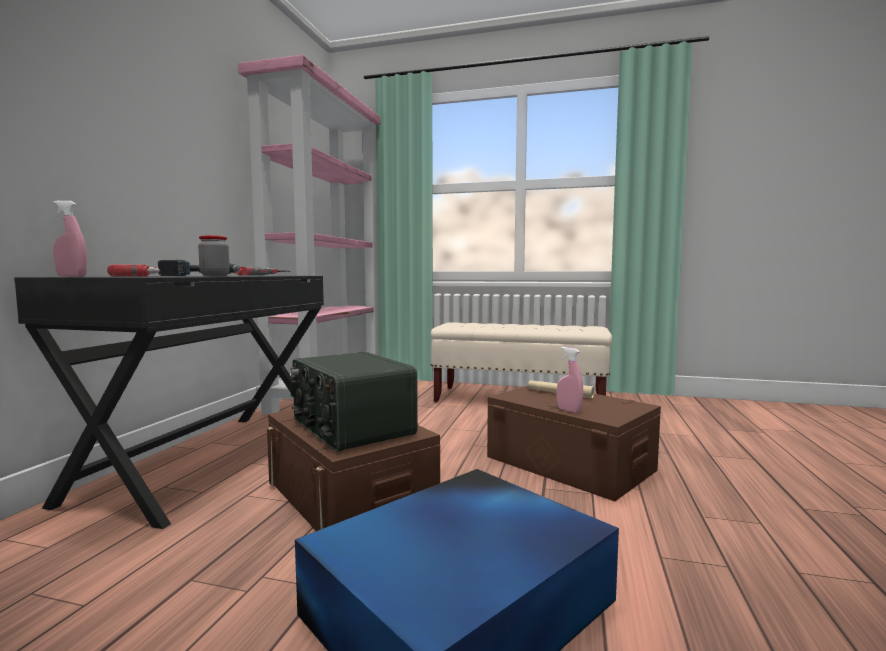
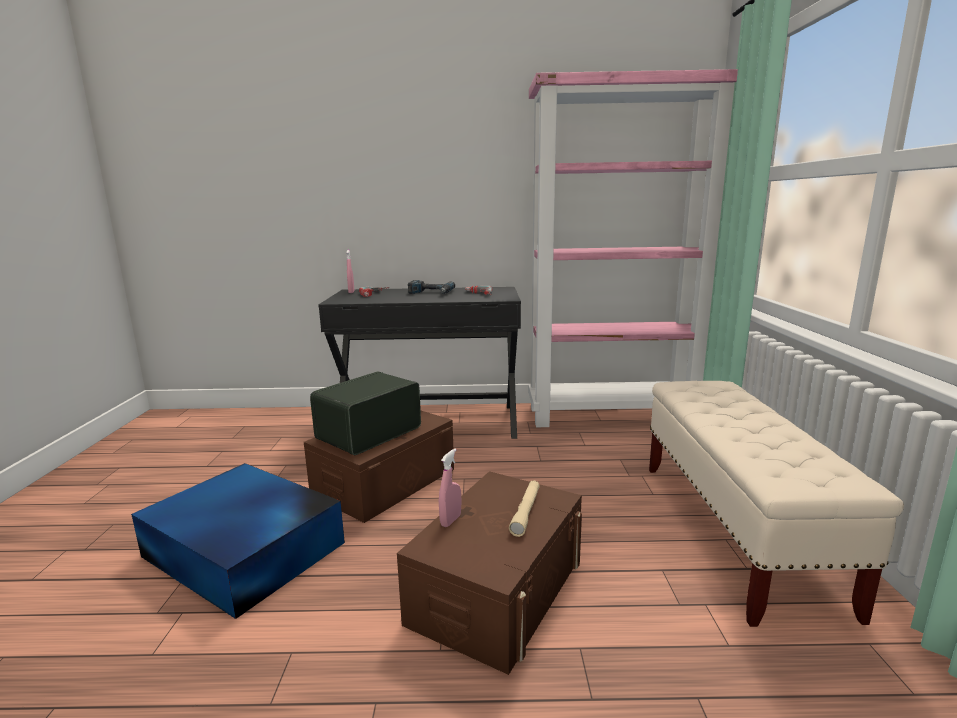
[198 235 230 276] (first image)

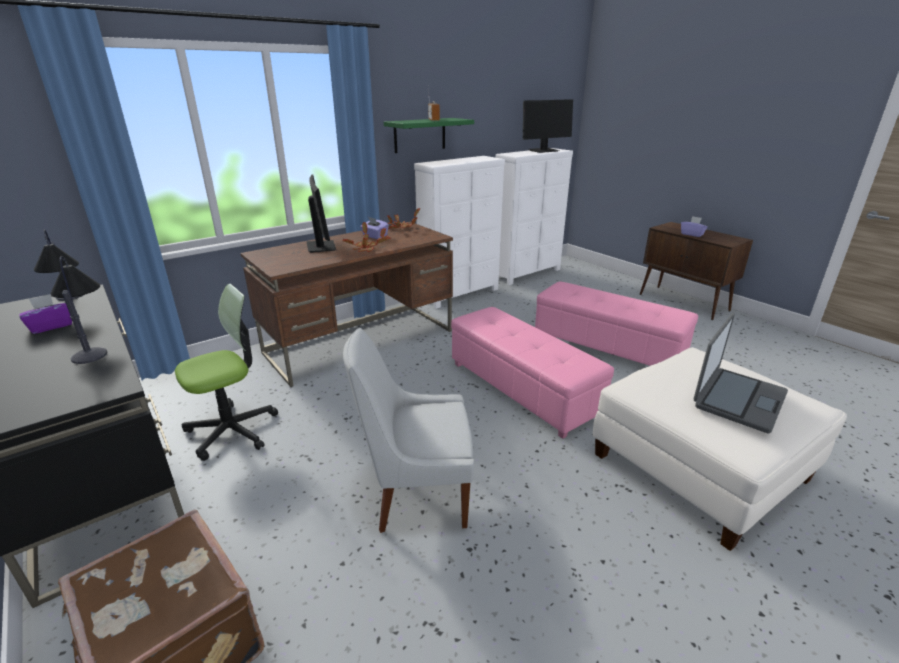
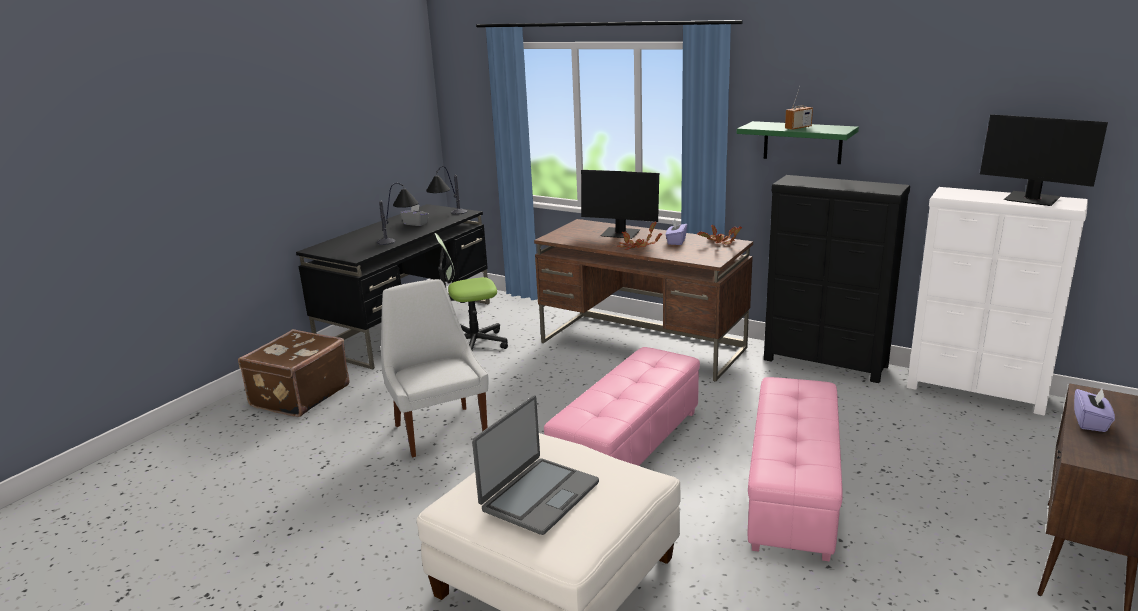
[400 205 429 226]
[434 233 508 350]
[581 170 659 239]
[764 175 910 383]
[472 395 599 535]

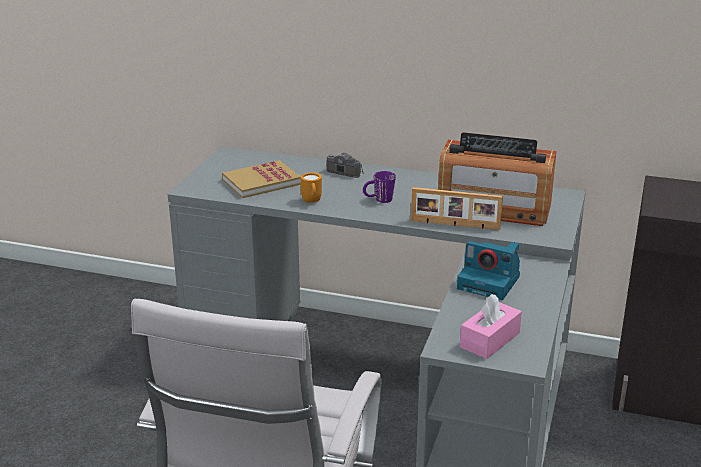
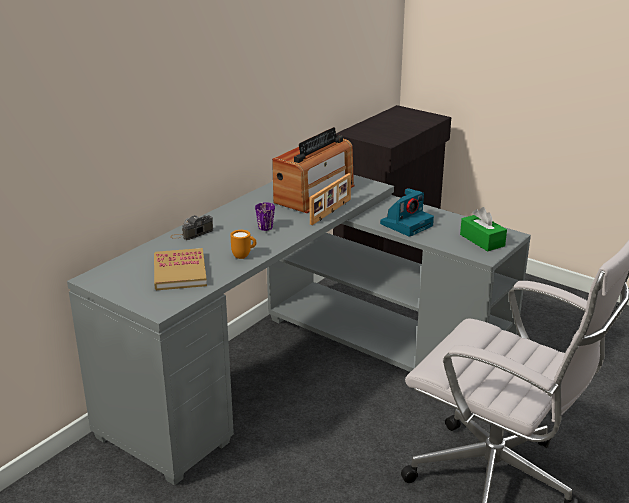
[460 207 507 252]

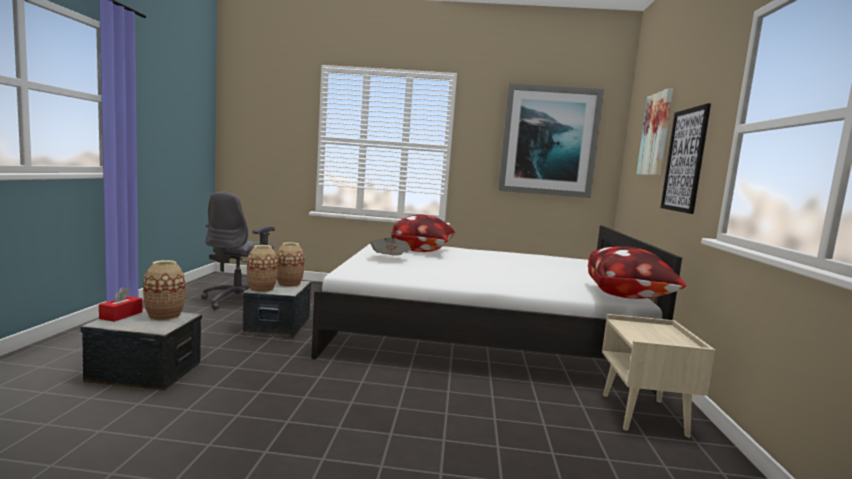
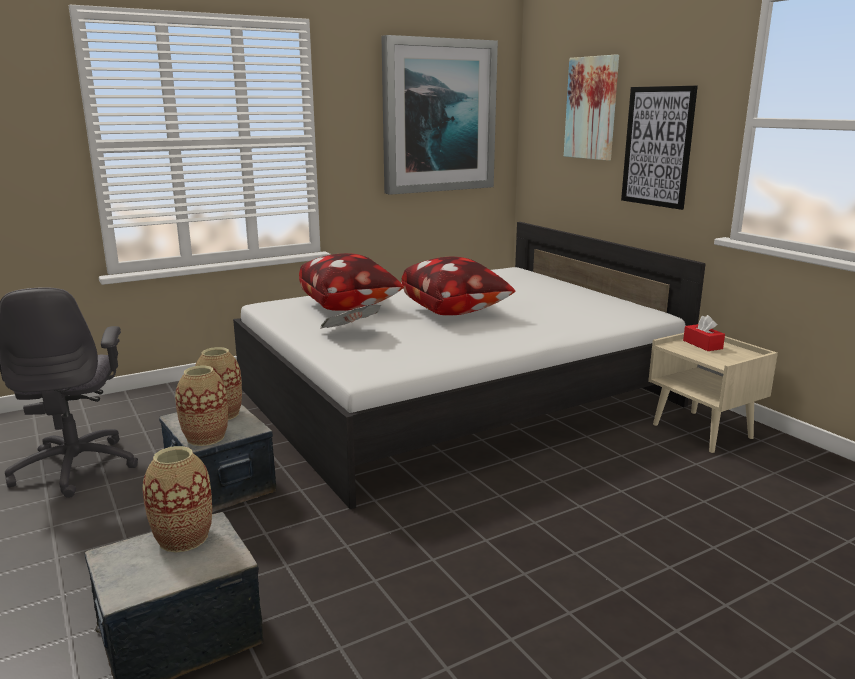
[683 315 725 351]
[402 257 516 316]

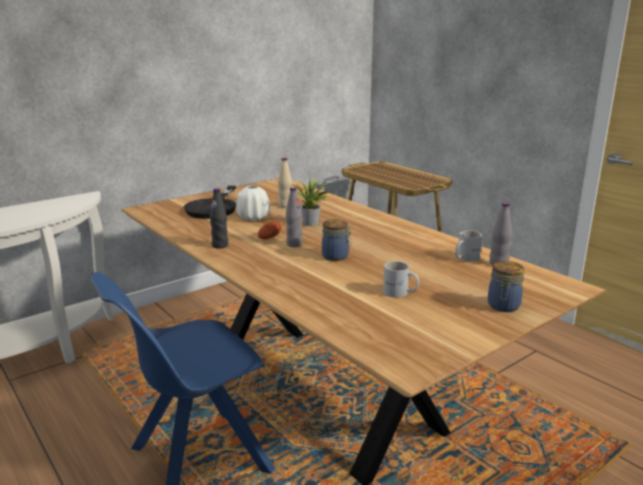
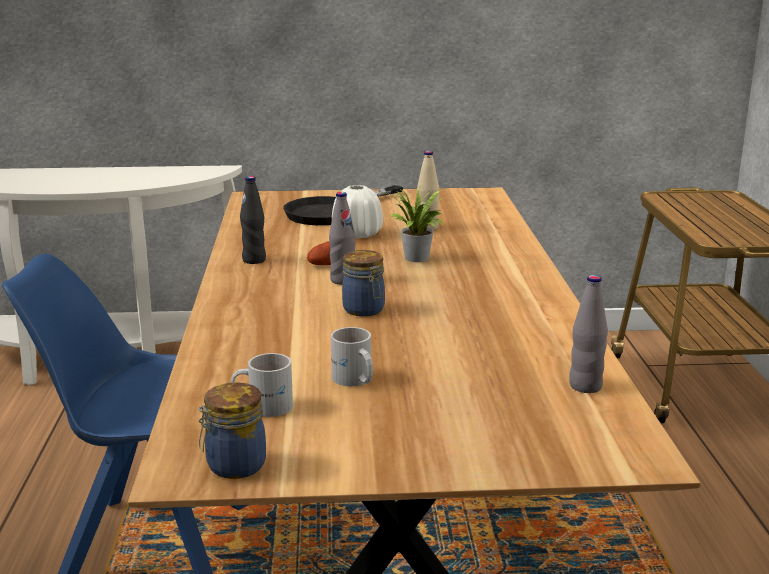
[231 353 293 417]
[198 382 266 479]

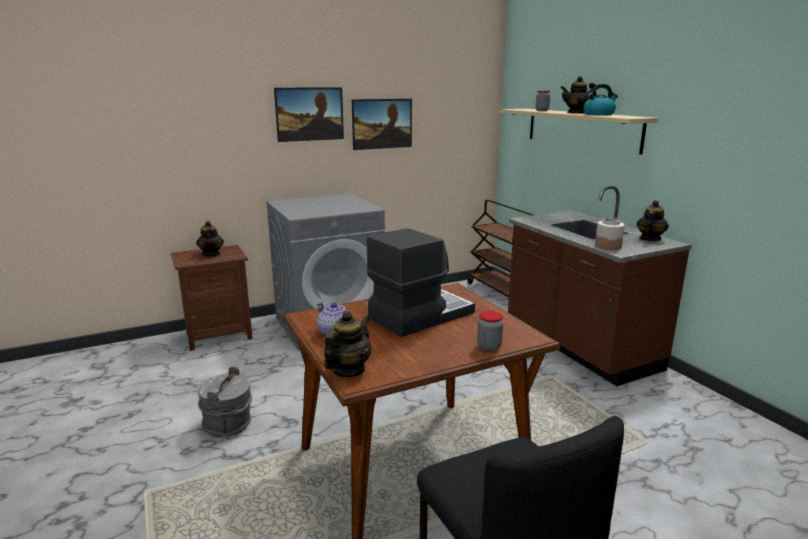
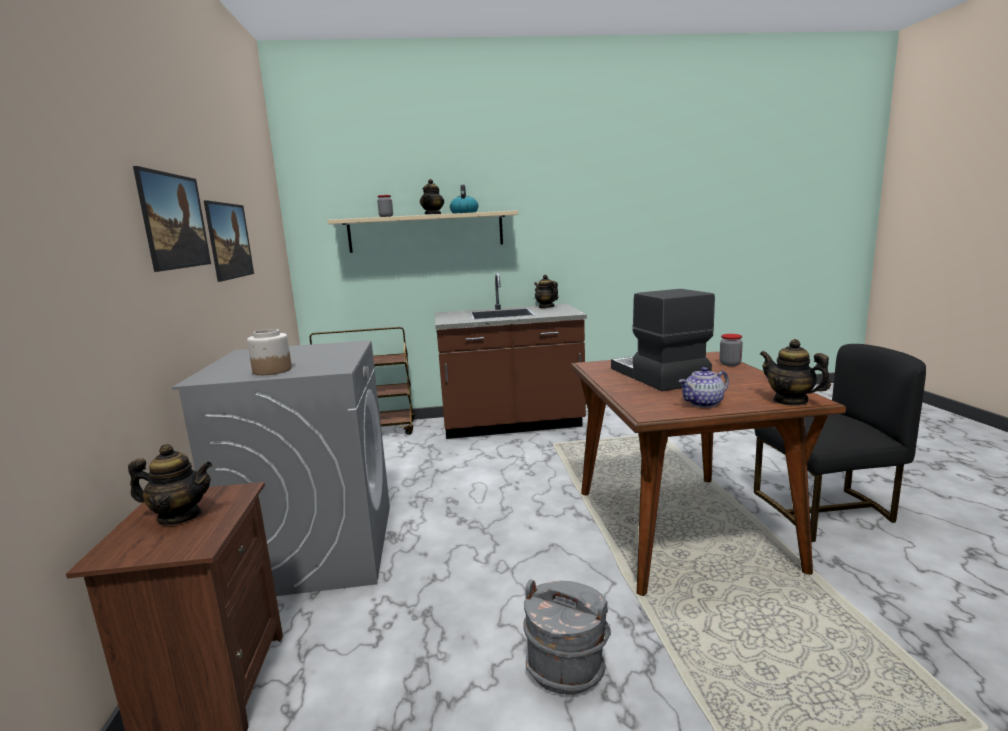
[247 329 292 375]

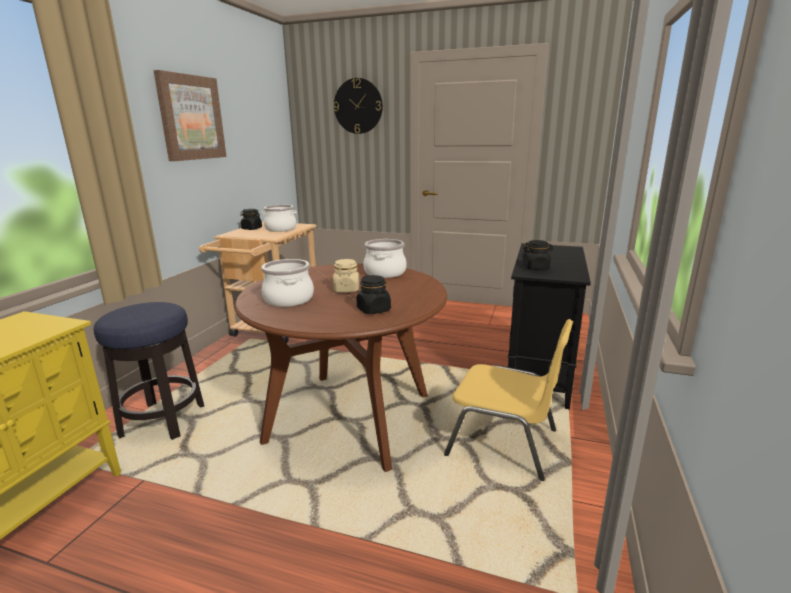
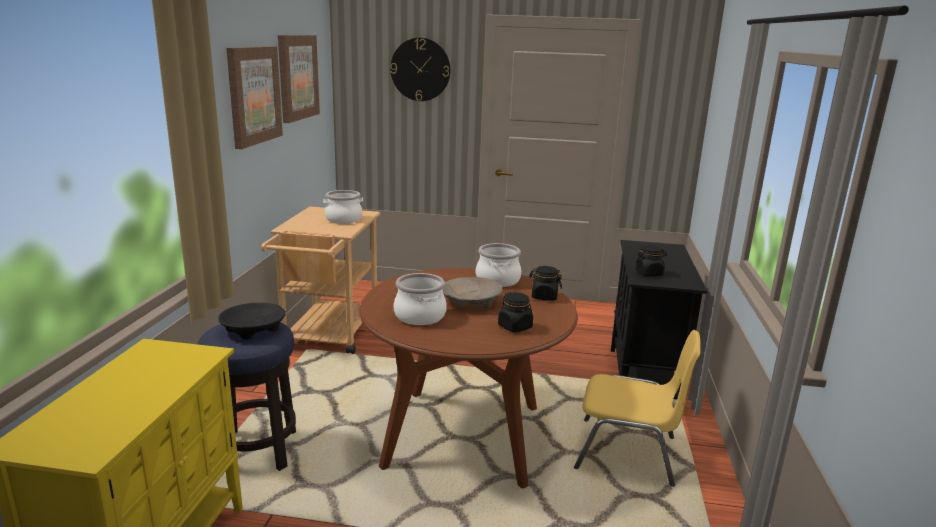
[529 266 562 300]
[443 277 503 309]
[218 303 286 339]
[278 35 320 123]

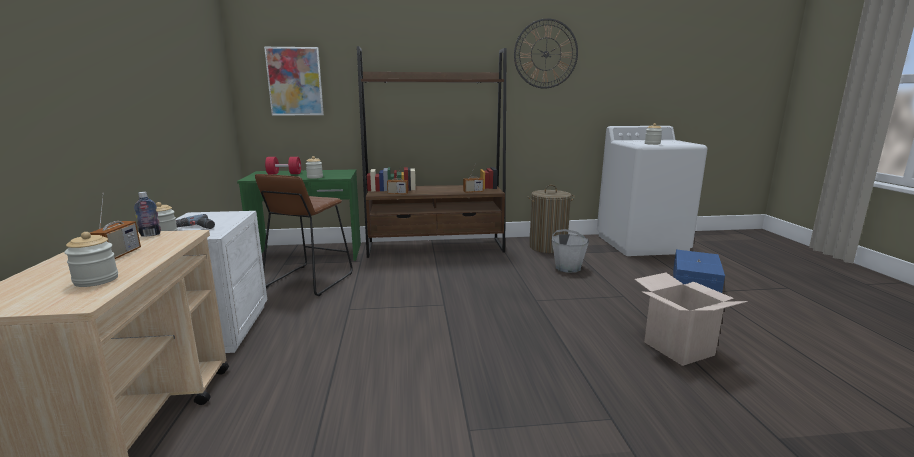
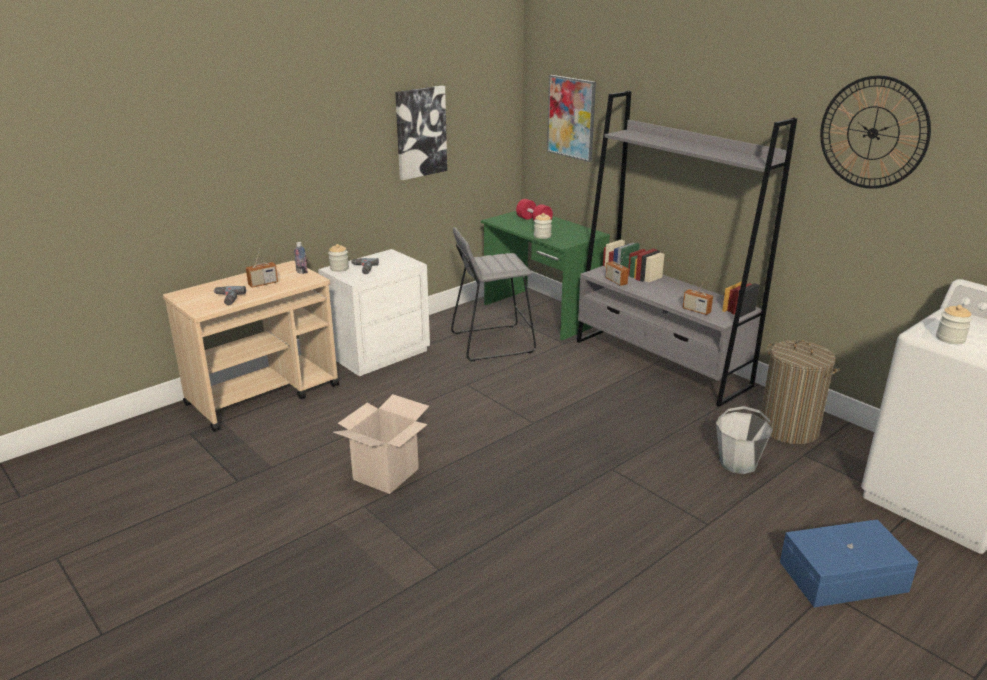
[213 286 246 305]
[451 227 536 361]
[577 90 797 407]
[333 394 429 494]
[395 86 447 180]

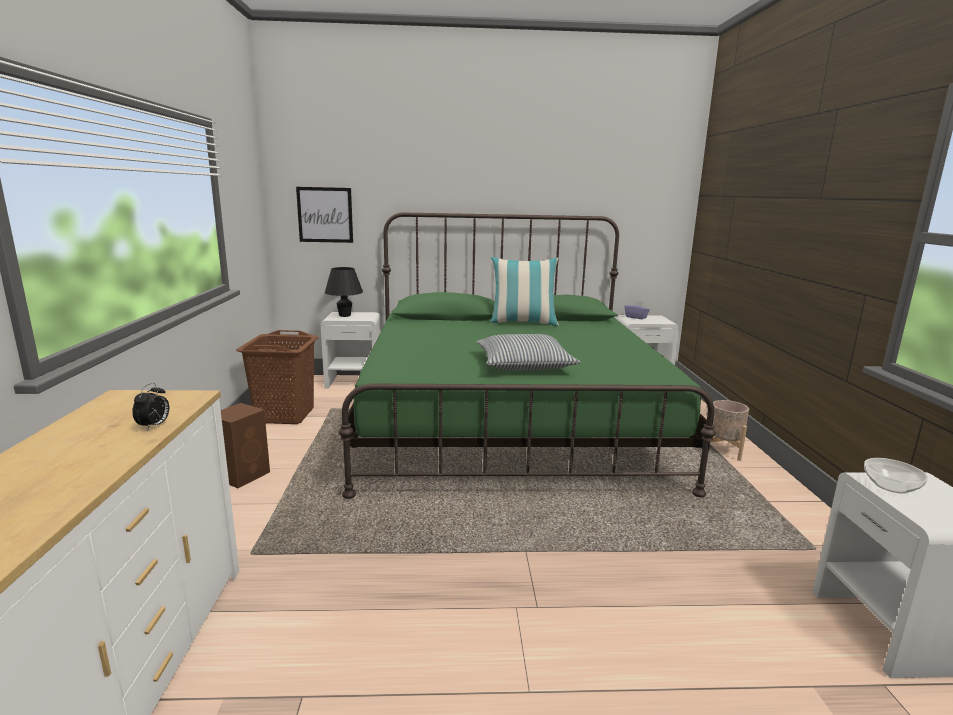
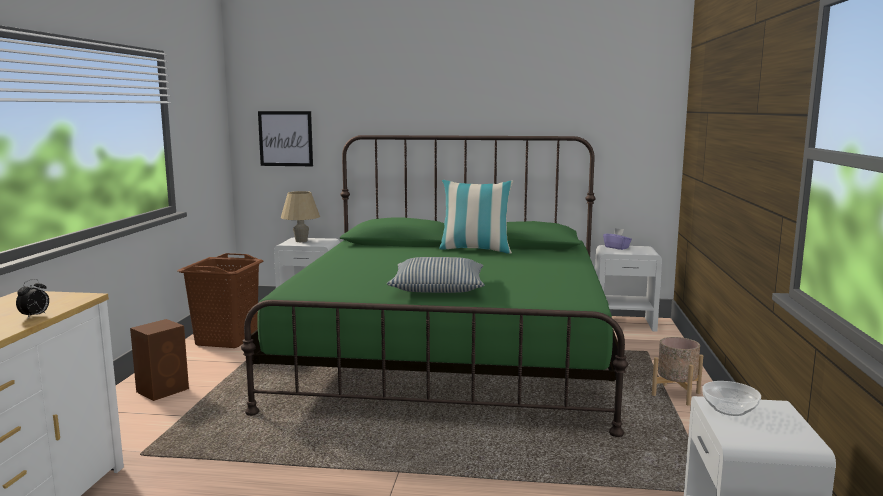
[281 191 320 242]

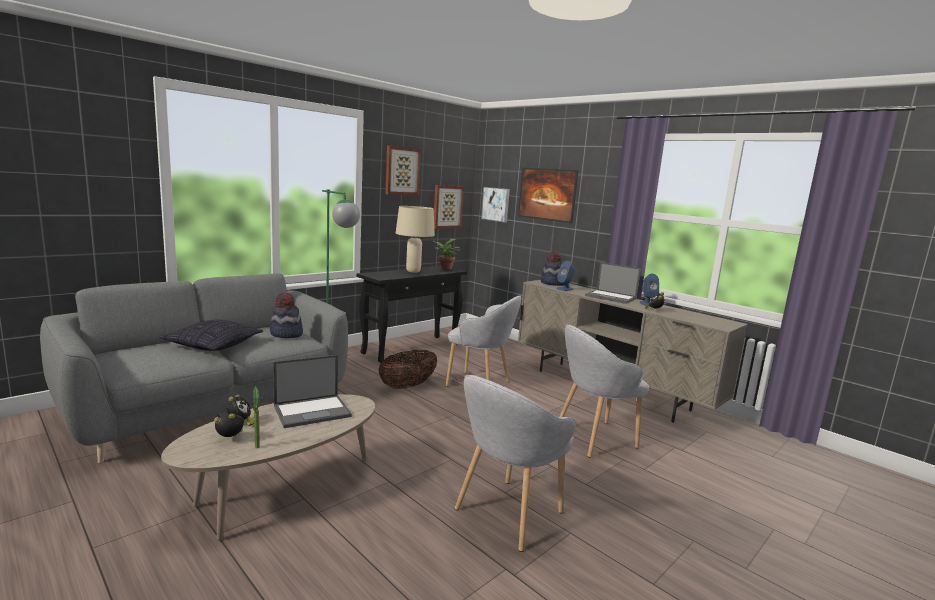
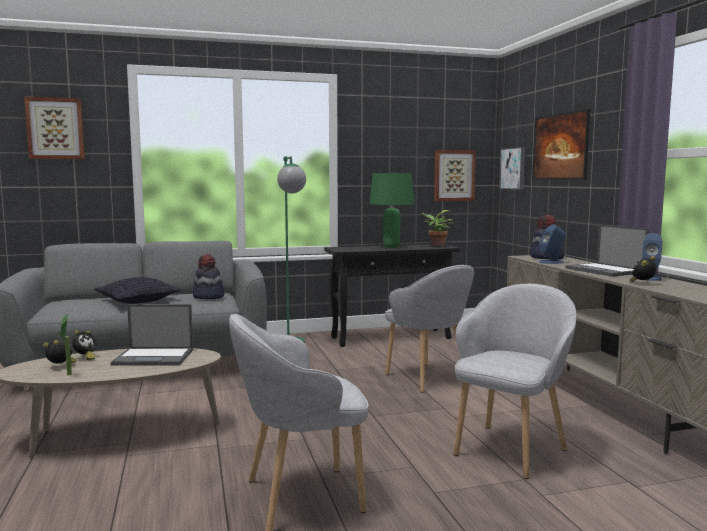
[378 350 437 389] (first image)
[24 96 85 159]
[370 173 414 248]
[454 284 576 479]

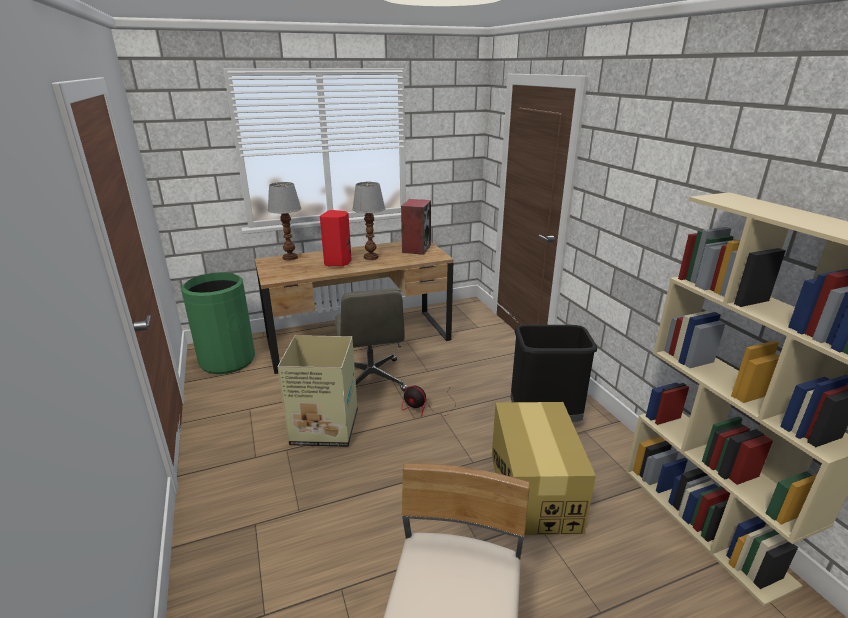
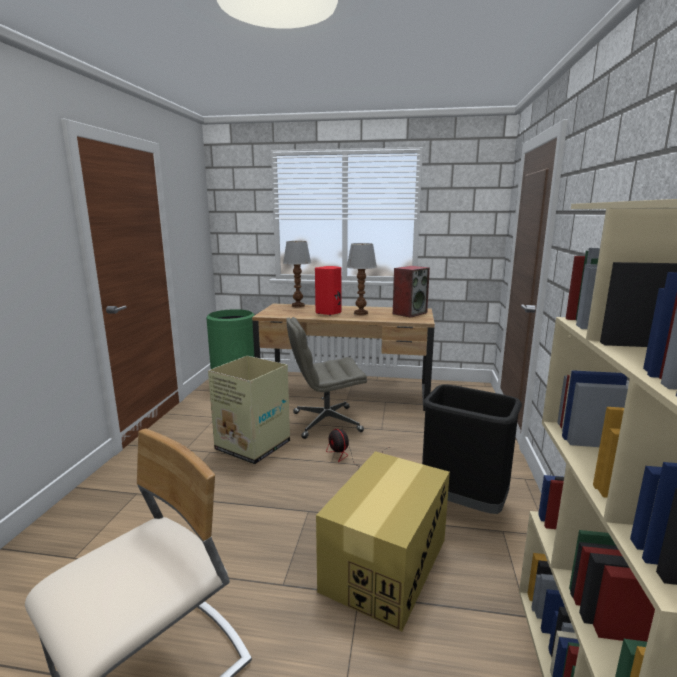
[286 317 367 439]

